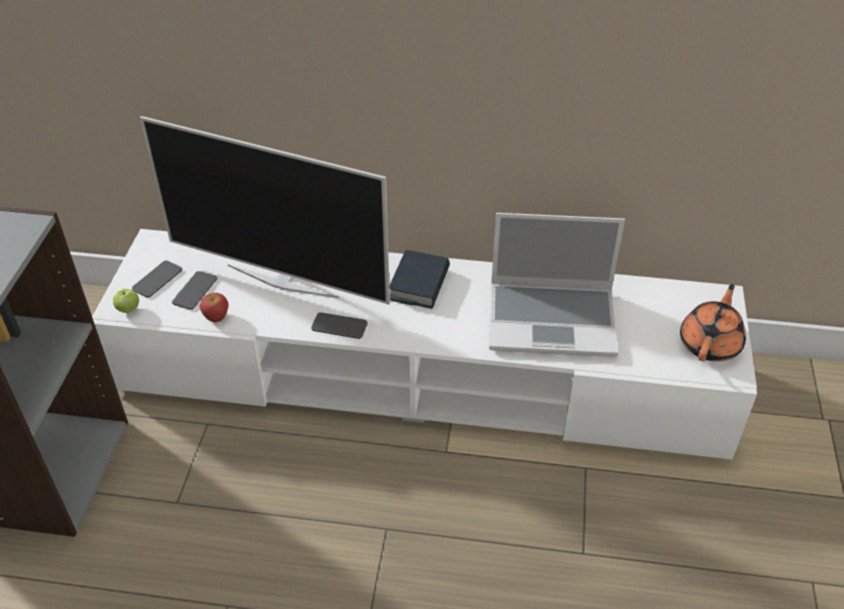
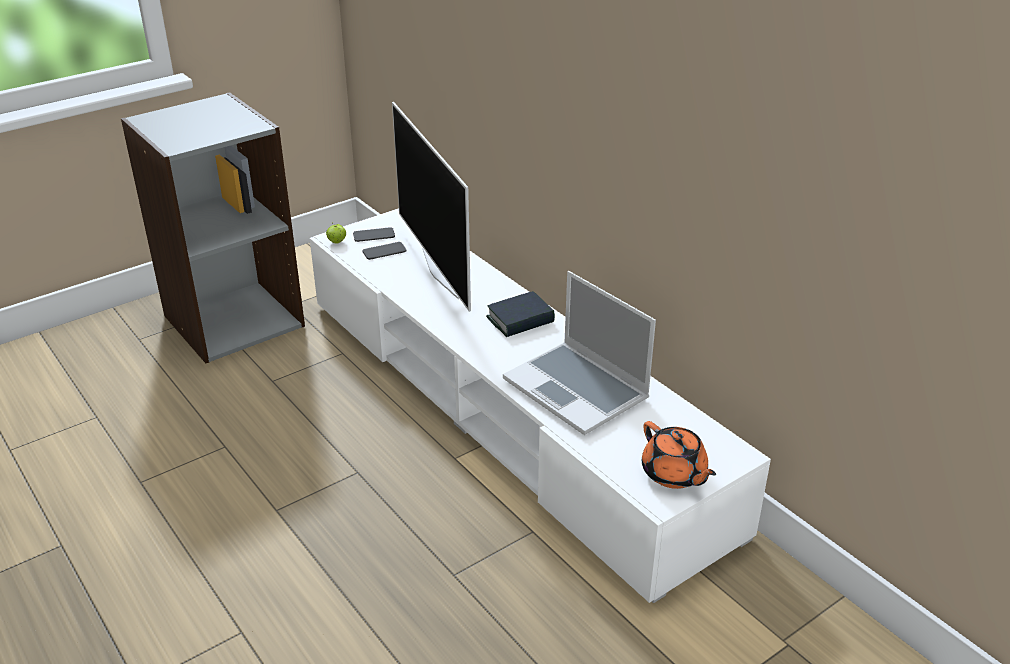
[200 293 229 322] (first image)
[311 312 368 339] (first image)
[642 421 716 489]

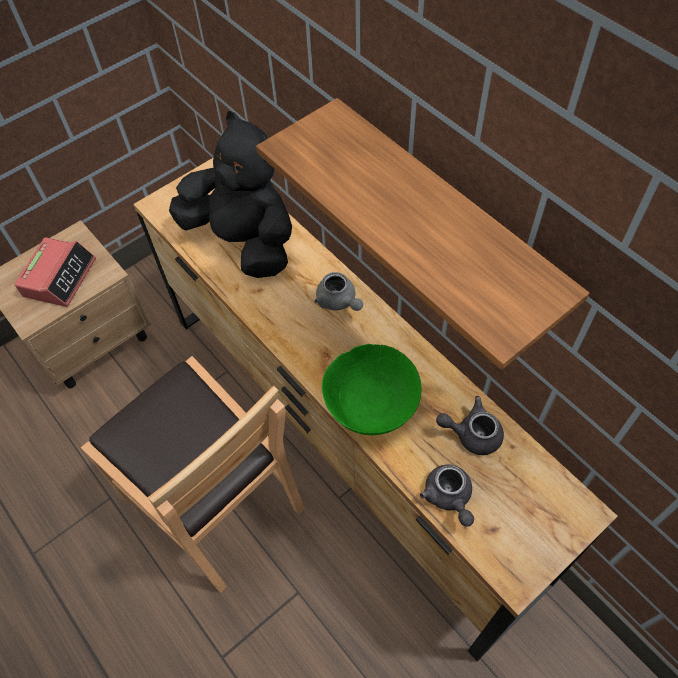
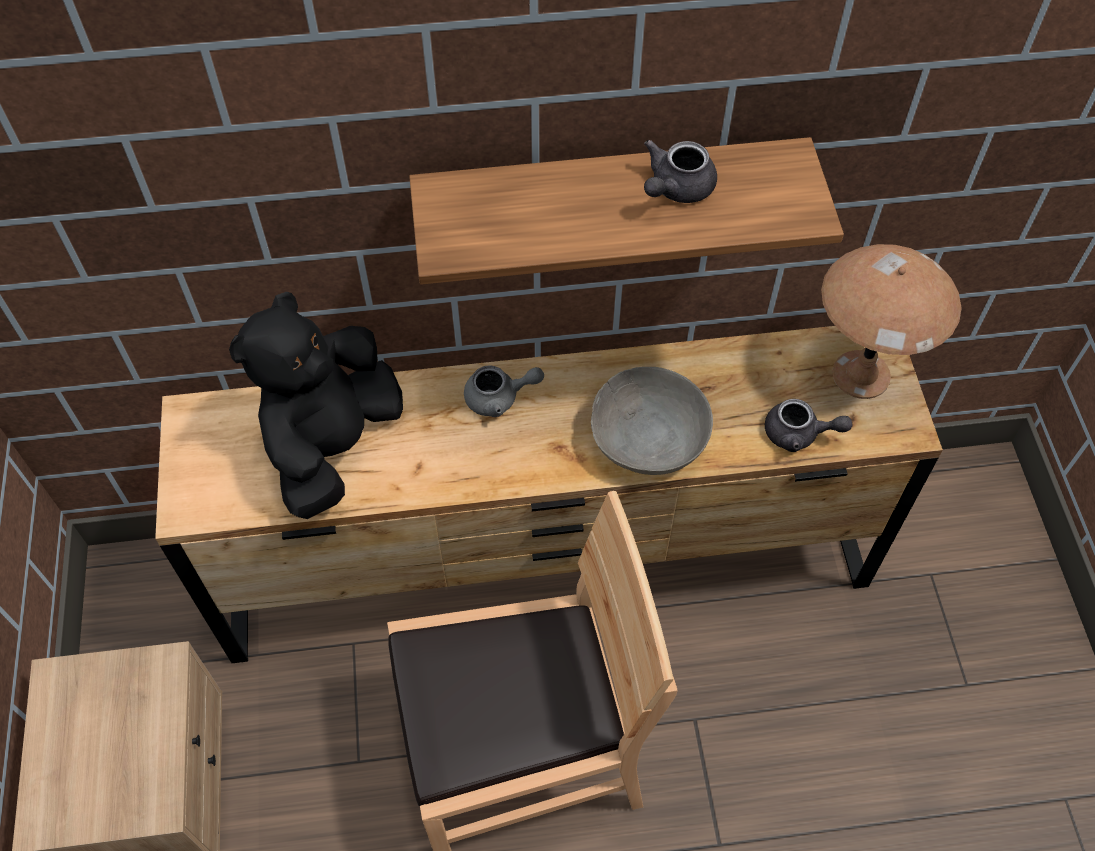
[14 237 96 307] (first image)
[229 291 403 519]
[591 367 713 475]
[644 140 717 203]
[821 244 961 399]

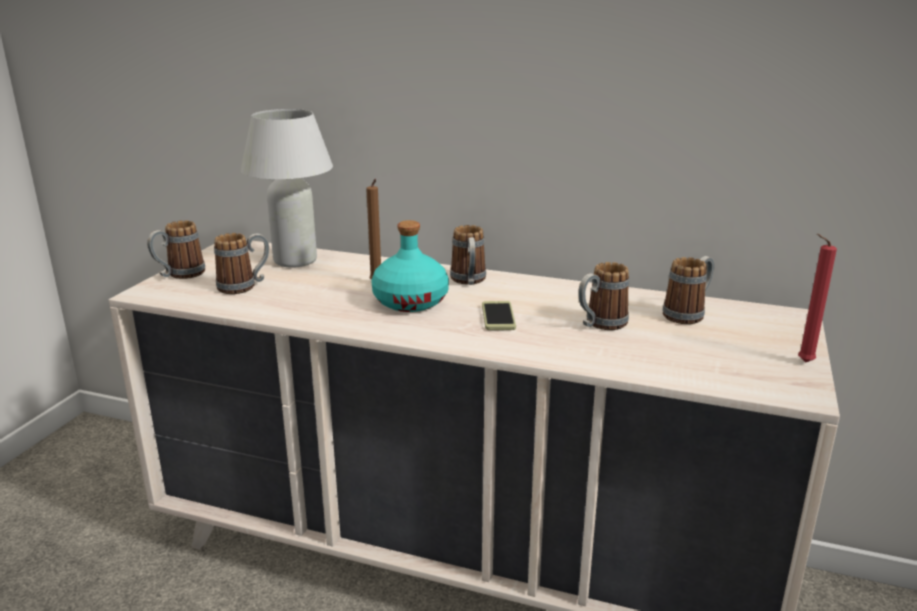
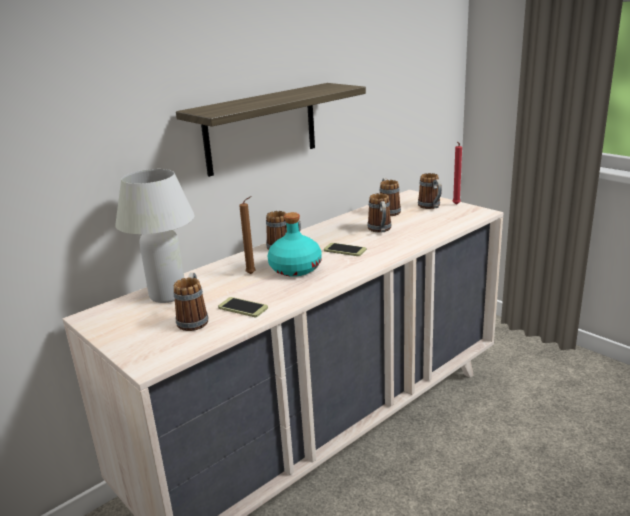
[418 173 442 209]
[176 83 366 177]
[218 297 268 317]

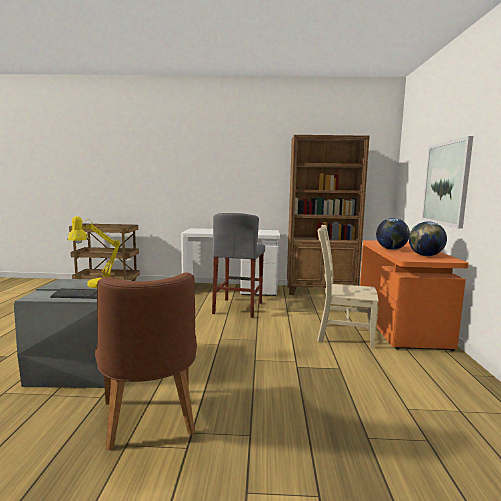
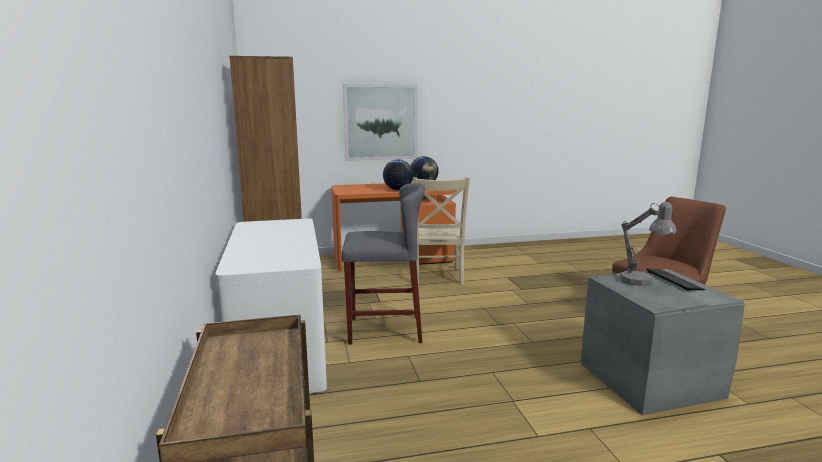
[620 202 677 286]

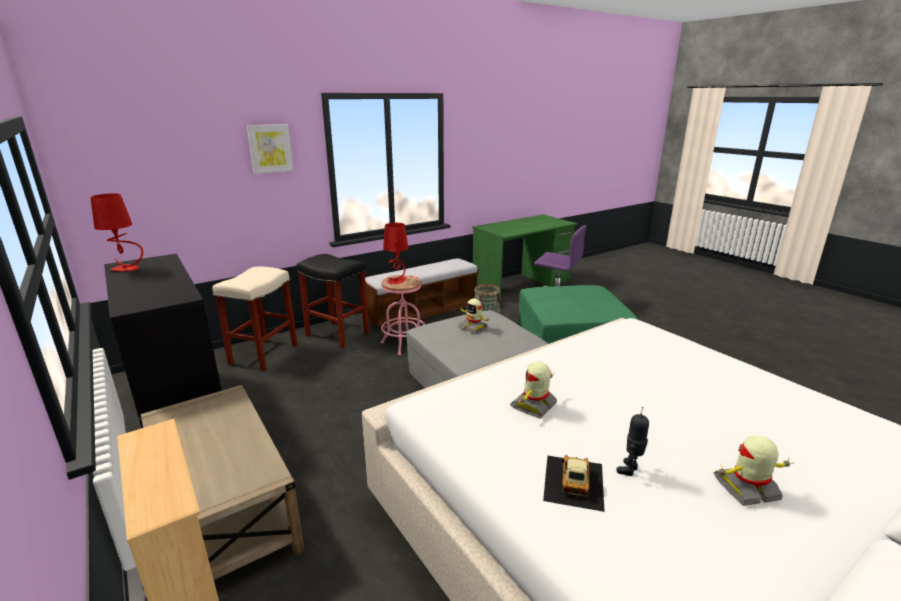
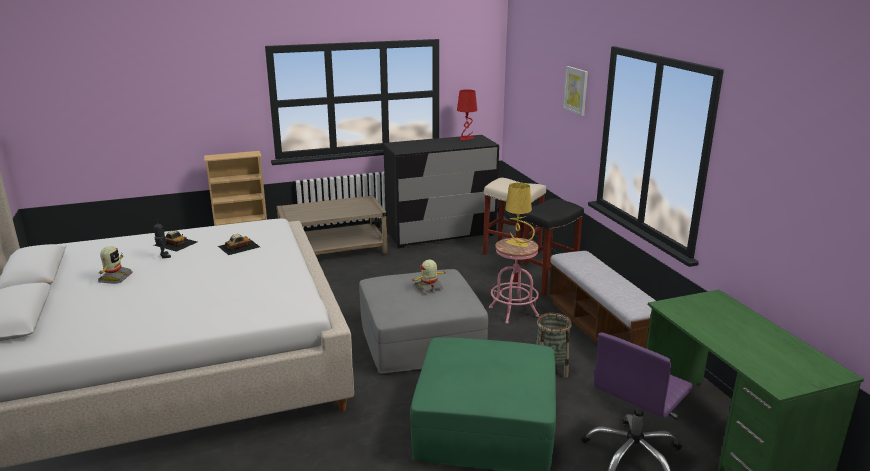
[505 183 535 247]
[218 234 260 255]

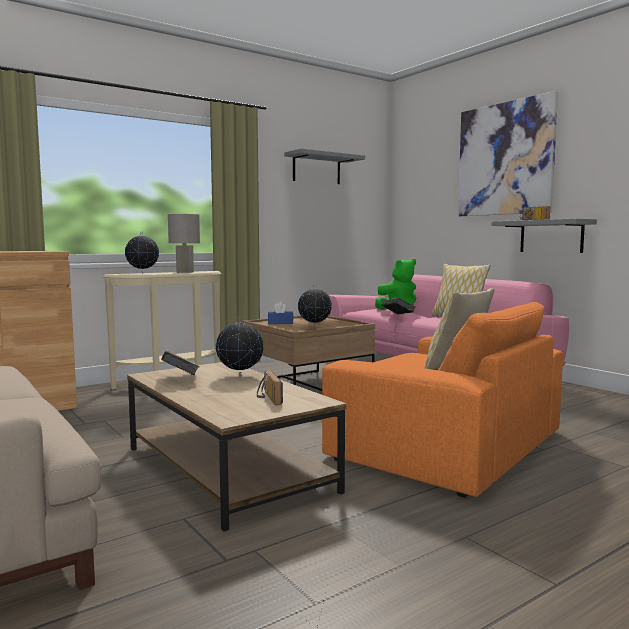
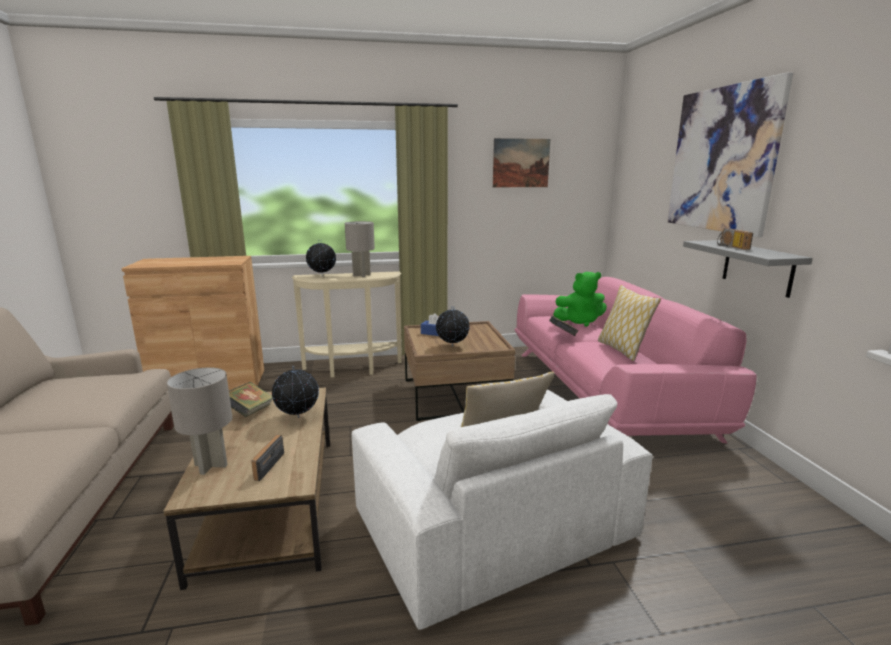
[493 138 550 187]
[352 389 653 630]
[167 367 232 475]

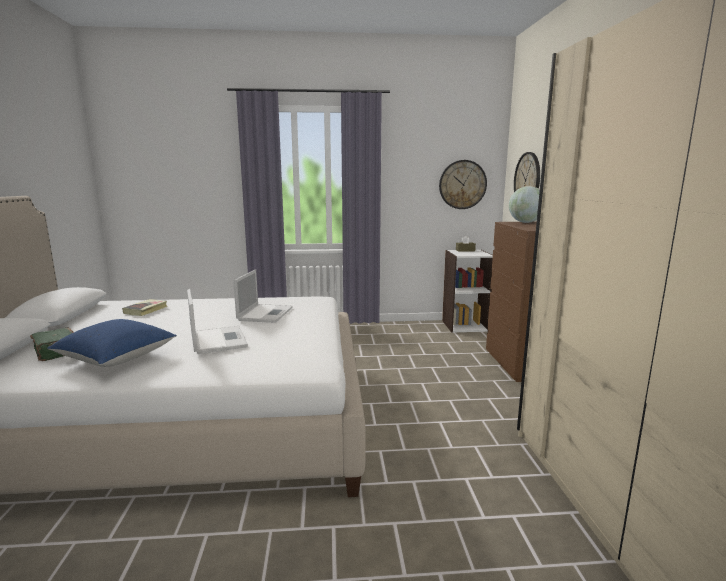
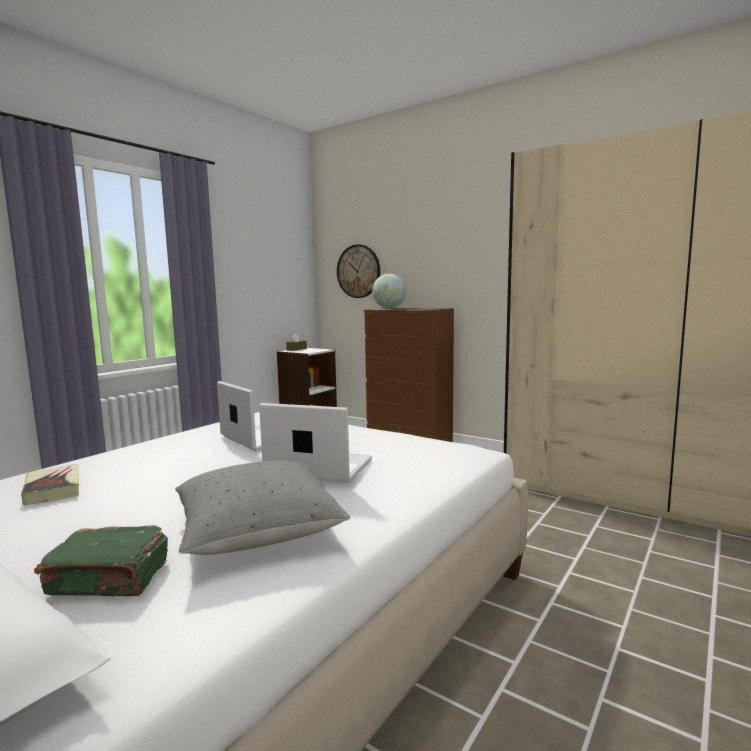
[175 461 350 555]
[439 160 487 209] (first image)

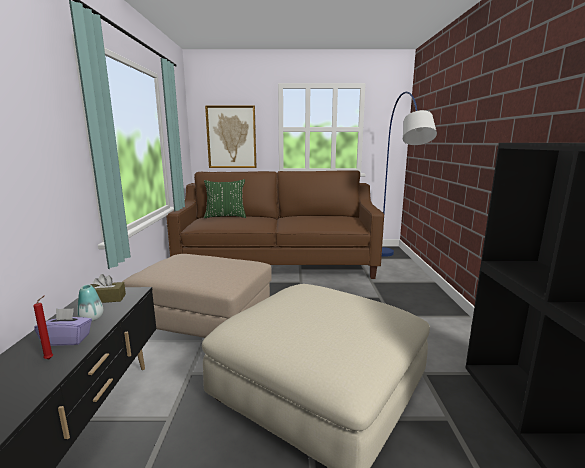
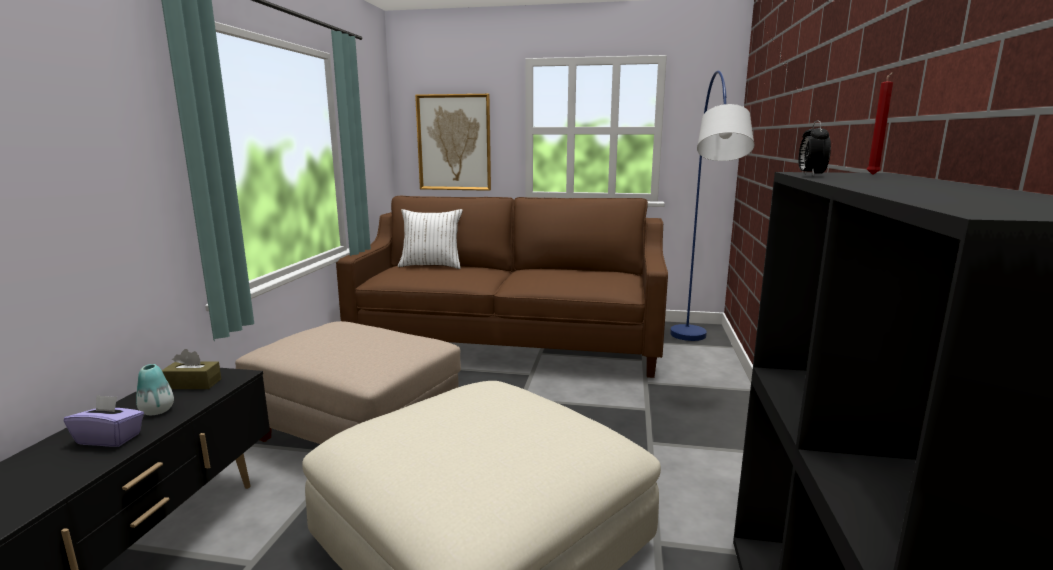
[867 72 893 175]
[398 209 463 269]
[798 120 831 176]

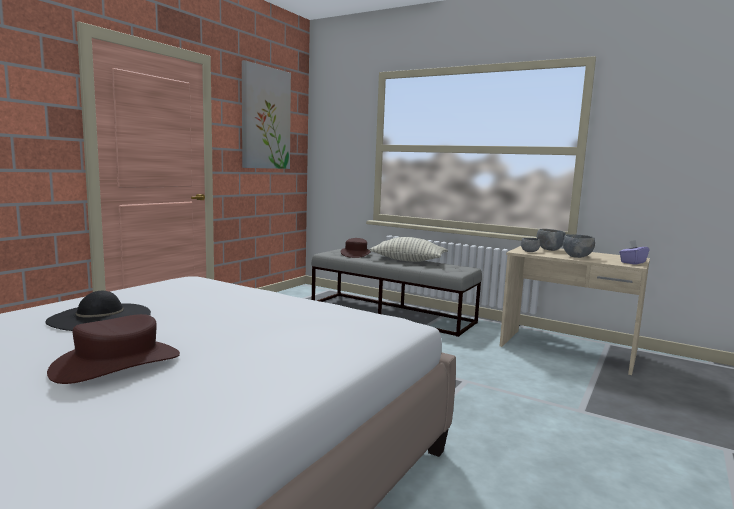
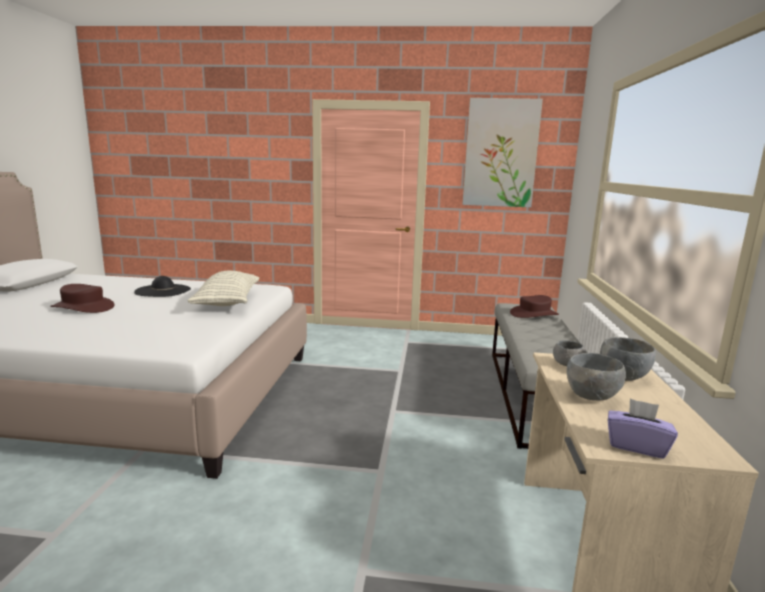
[187 271 259 306]

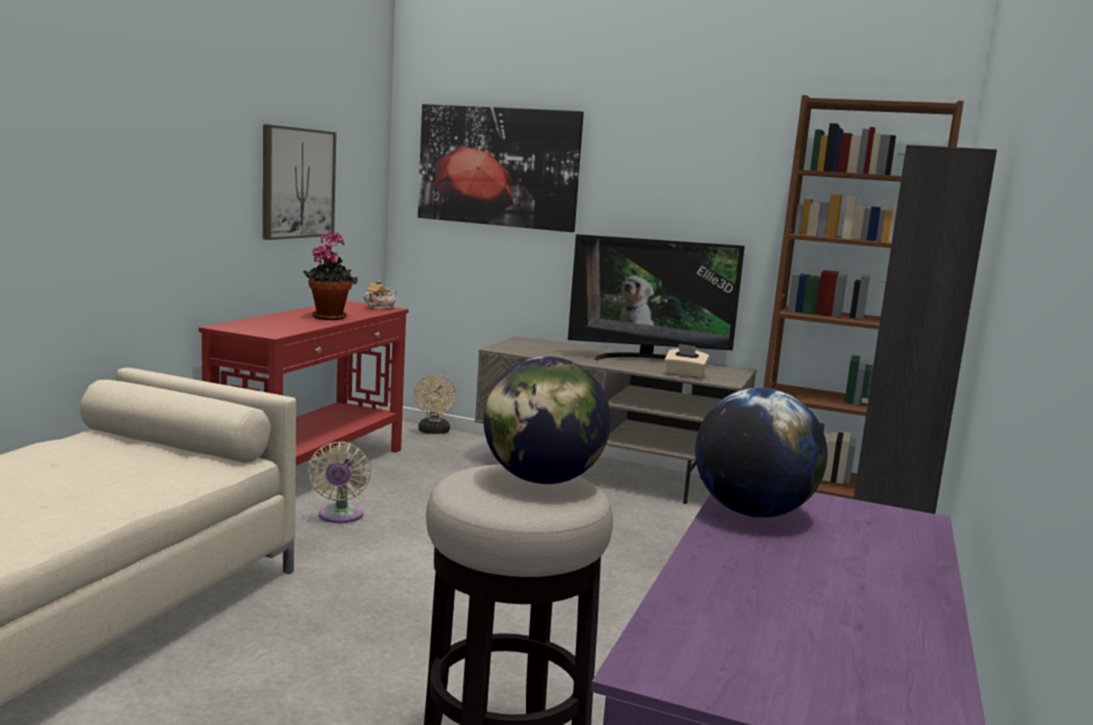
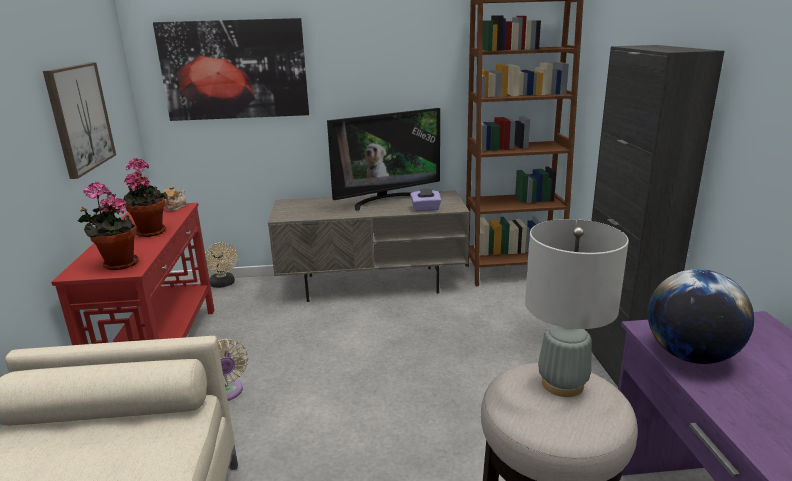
[525 219 629 397]
[410 188 442 212]
[77 182 139 270]

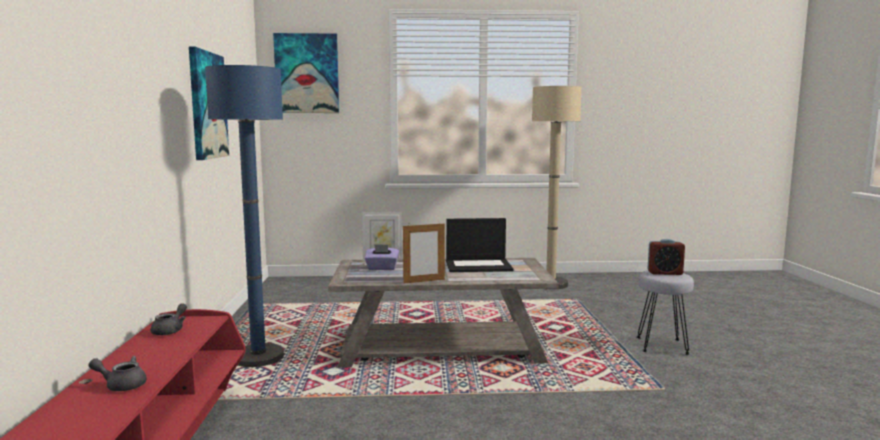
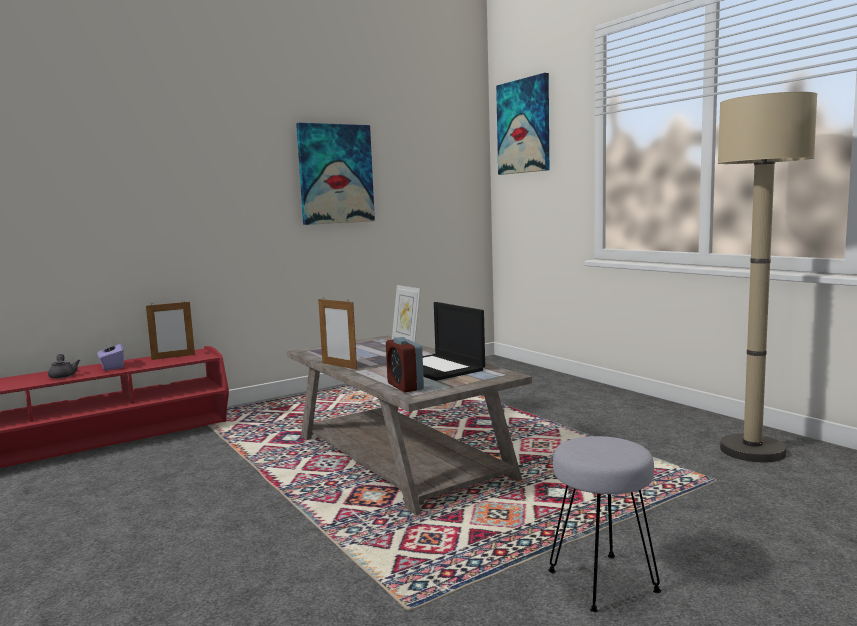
[146 300 195 360]
[205 65 284 367] (first image)
[97 340 124 370]
[386 337 424 393]

